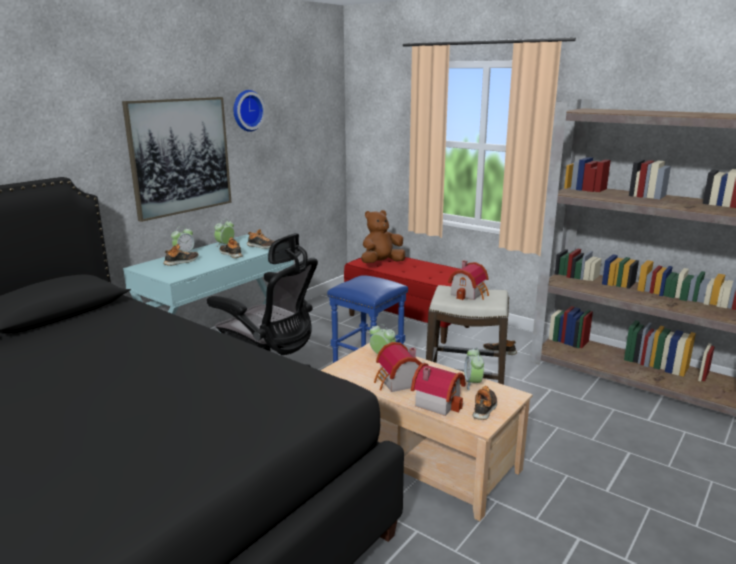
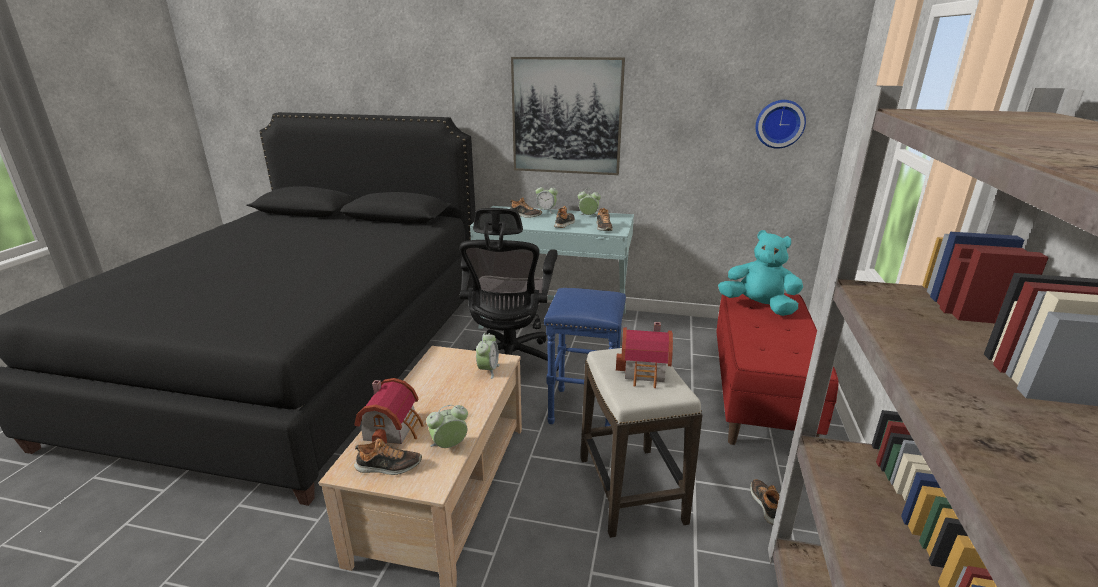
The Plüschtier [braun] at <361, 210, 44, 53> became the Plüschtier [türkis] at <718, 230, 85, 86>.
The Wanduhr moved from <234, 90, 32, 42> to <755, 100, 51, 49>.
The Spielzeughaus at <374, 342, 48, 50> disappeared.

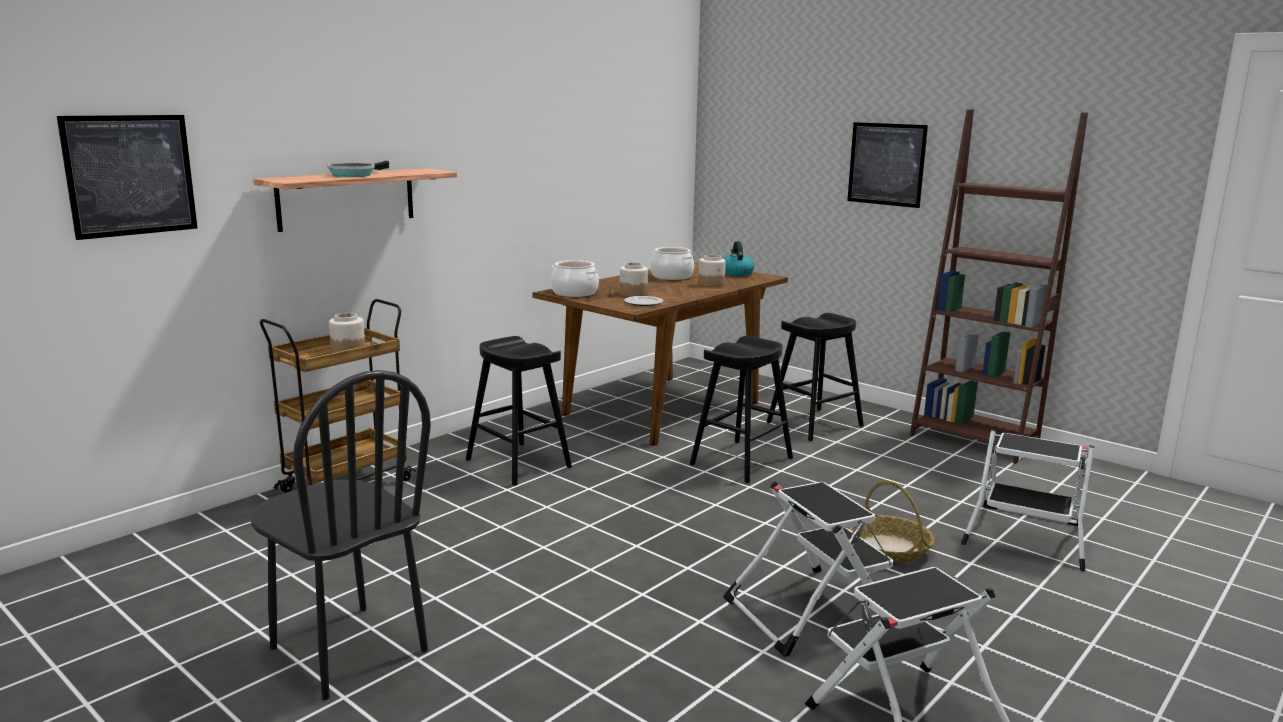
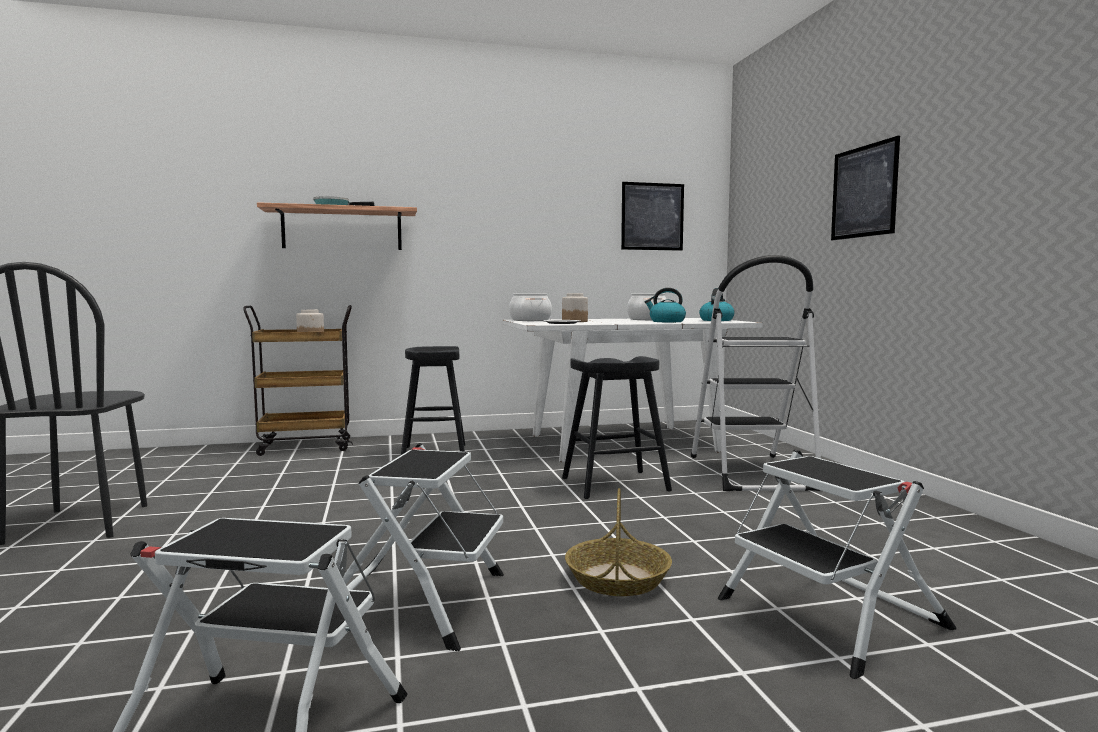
The Esstisch [braun] at <532, 262, 256, 184> became the Esstisch [weiß] at <502, 318, 261, 144>.
The Bild moved from <57, 115, 140, 125> to <621, 182, 63, 69>.
The Vorratsglas at <698, 255, 28, 32> was replaced by the Wasserkessel at <645, 288, 41, 34>.
The Hocker [schwarz] at <767, 313, 97, 128> was replaced by the Trittleiter at <691, 255, 130, 236>.
The Bücherregal [braun] at <909, 109, 179, 355> disappeared.

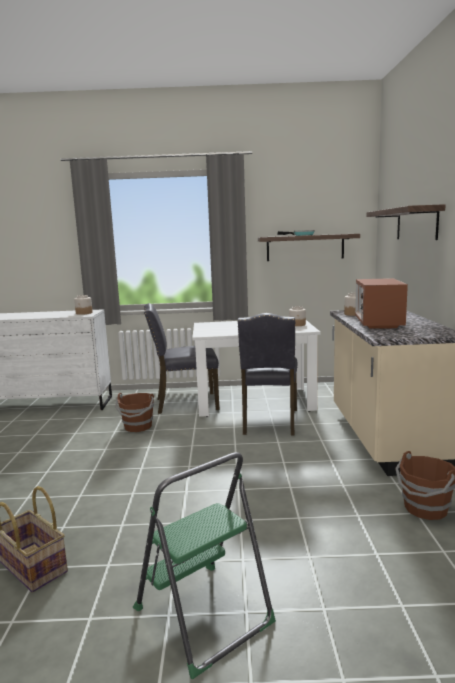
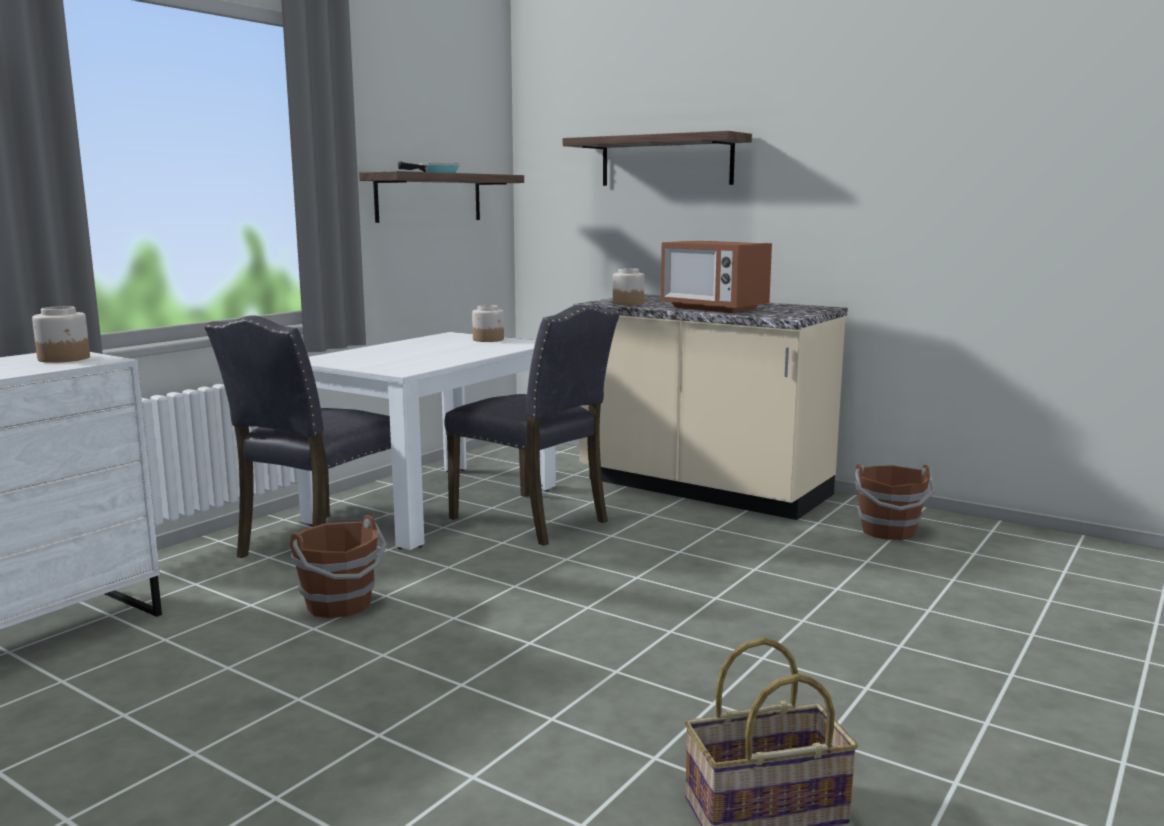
The Trittleiter [grün] at <133, 452, 143, 227> disappeared.

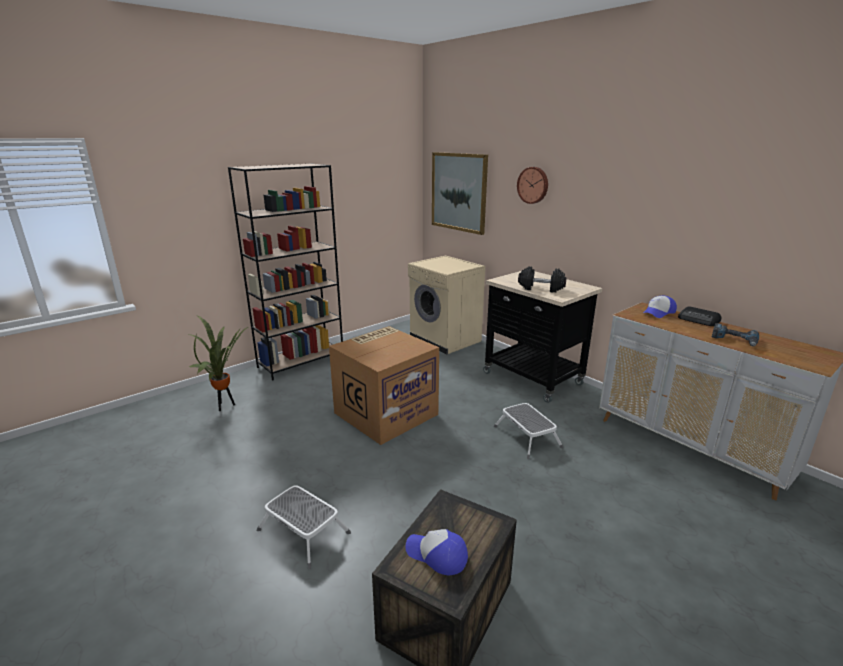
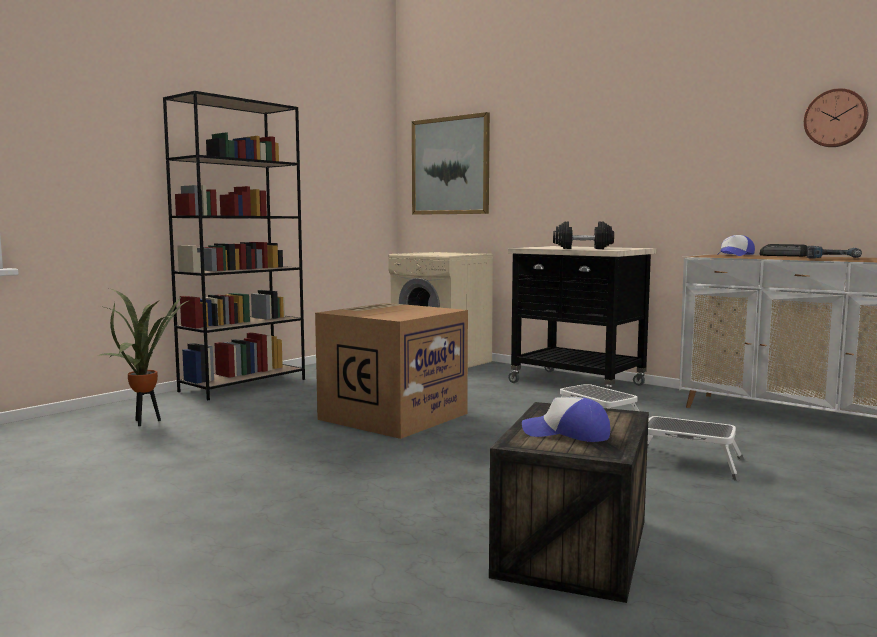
The Trittleiter [grau] moved from <257, 485, 94, 84> to <647, 416, 97, 65>.
The Wanduhr moved from <517, 167, 31, 37> to <804, 88, 64, 59>.

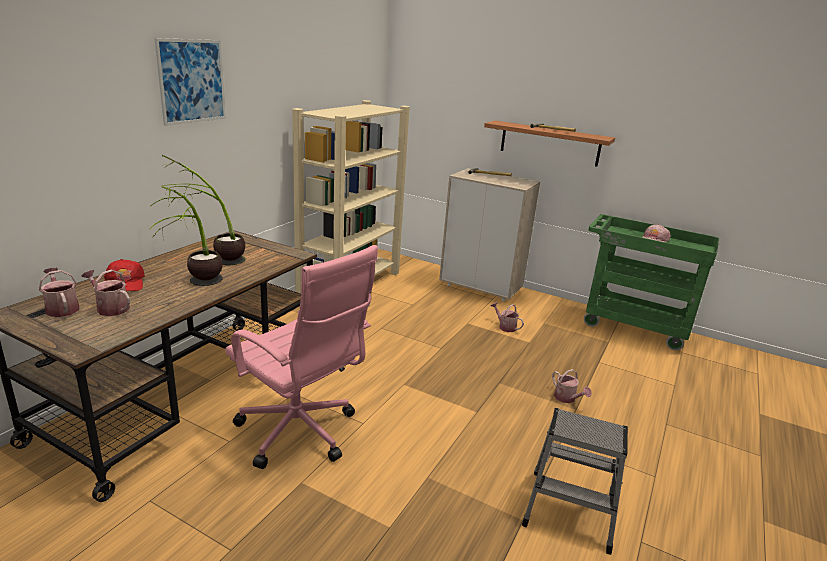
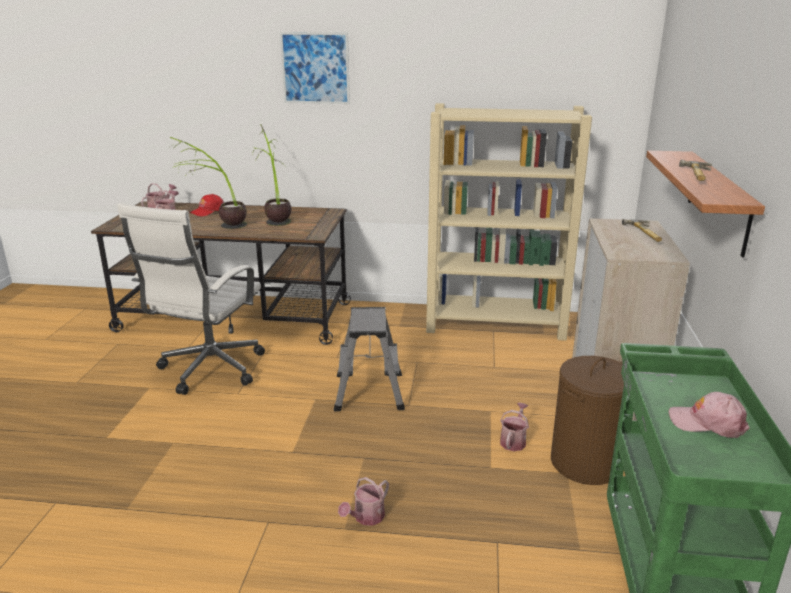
The Bürostuhl [rosa] at <225, 245, 153, 224> became the Bürostuhl [weiß] at <117, 203, 148, 192>.
The Trittleiter [grau] moved from <522, 408, 106, 147> to <334, 307, 71, 104>.
The Wäschekorb [braun] at <551, 356, 73, 129> appeared.

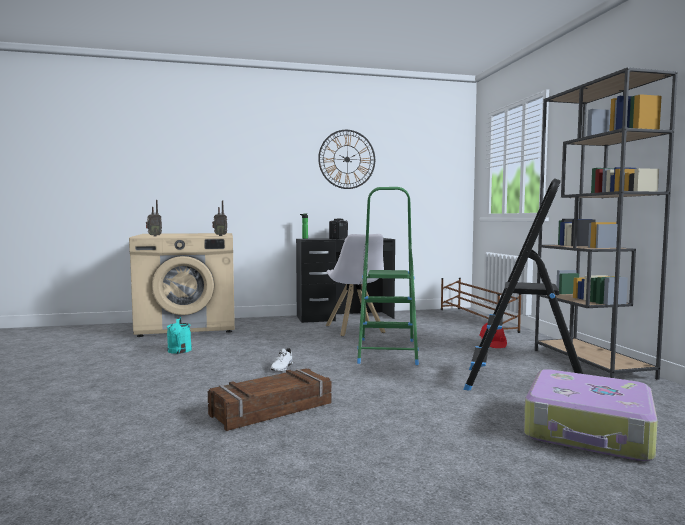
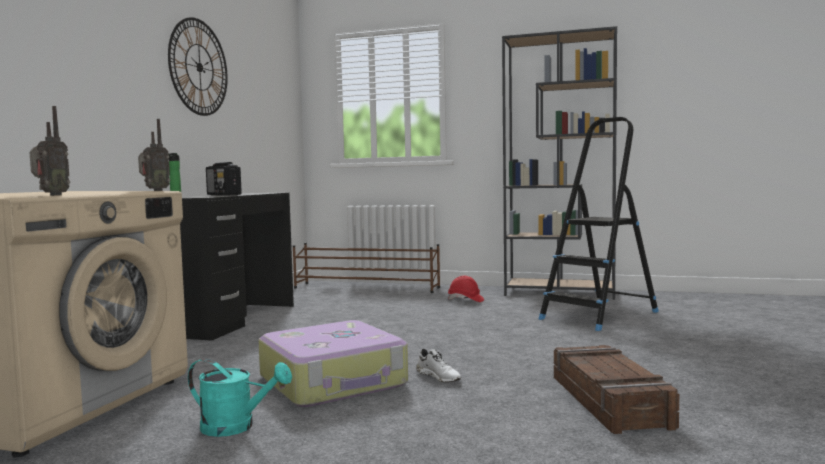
The Koffer moved from <524, 369, 134, 92> to <258, 320, 150, 87>.
The Stuhl [weiß] at <326, 234, 59, 102> disappeared.
The Trittleiter [grün] at <357, 187, 62, 178> disappeared.

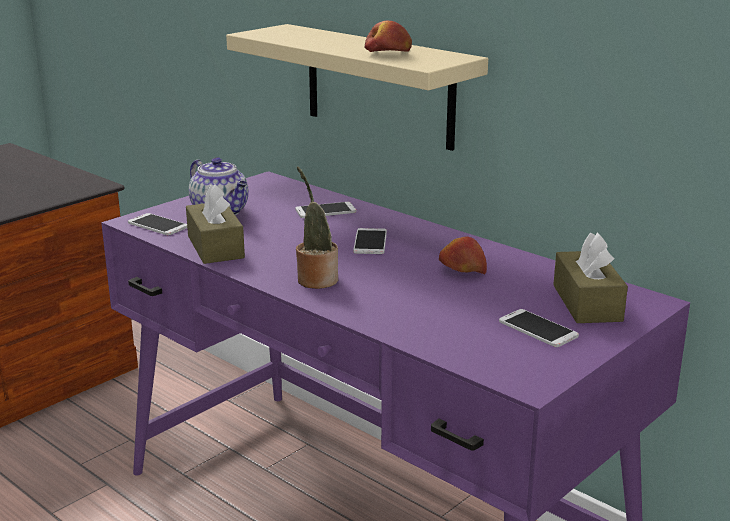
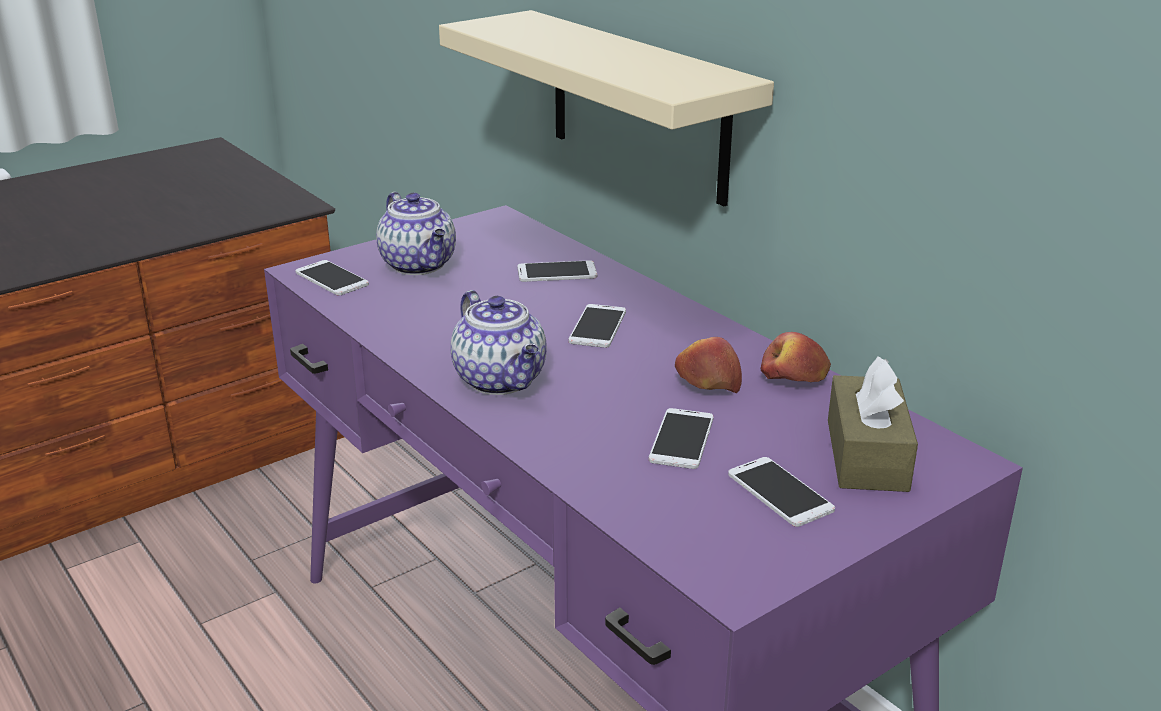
The Topfpflanze at <296, 167, 42, 122> was replaced by the Teekanne at <450, 290, 97, 105>.
The Handy at <649, 408, 65, 61> appeared.
The Apfel moved from <365, 21, 47, 31> to <761, 332, 70, 50>.
The Taschentuchbox [braun] at <186, 184, 59, 80> disappeared.

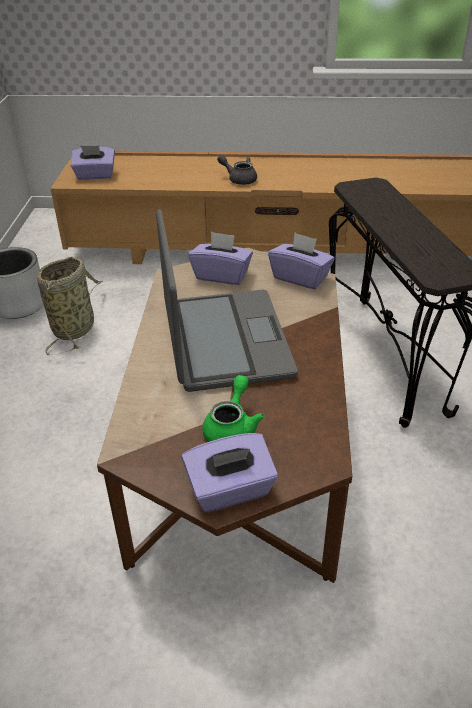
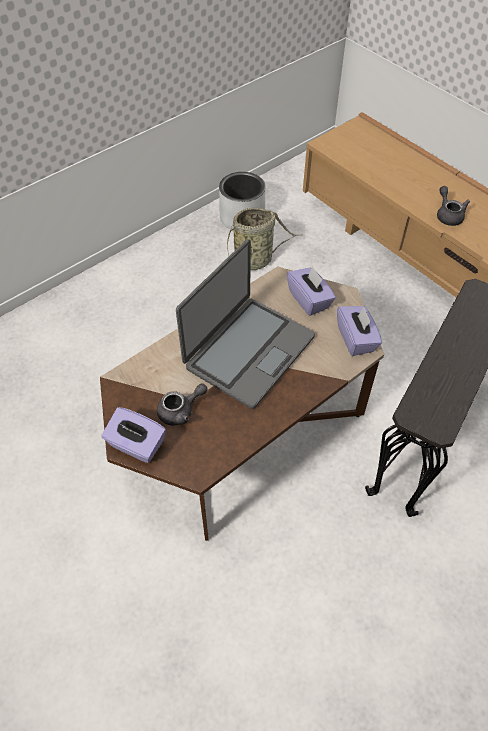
The Teekanne [grün] at <202, 375, 62, 67> became the Teekanne [grau] at <157, 384, 50, 42>.
The Taschentuchbox [lila] at <71, 146, 44, 34> disappeared.

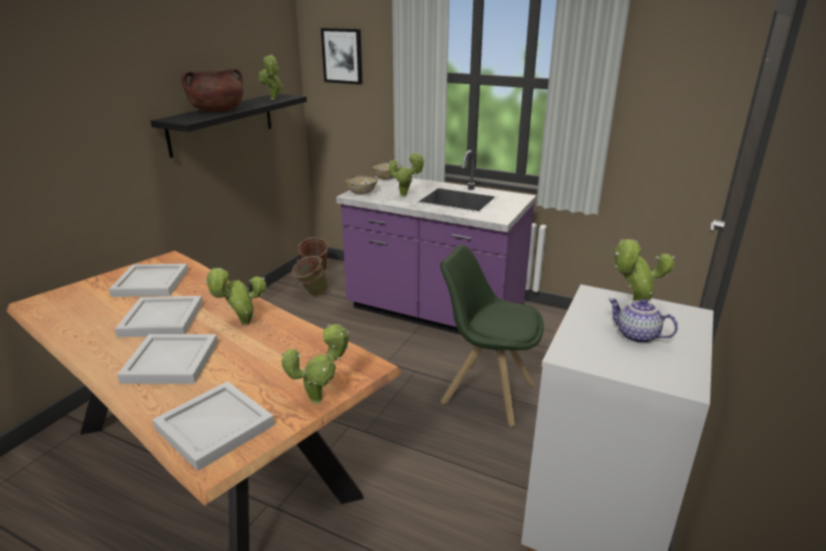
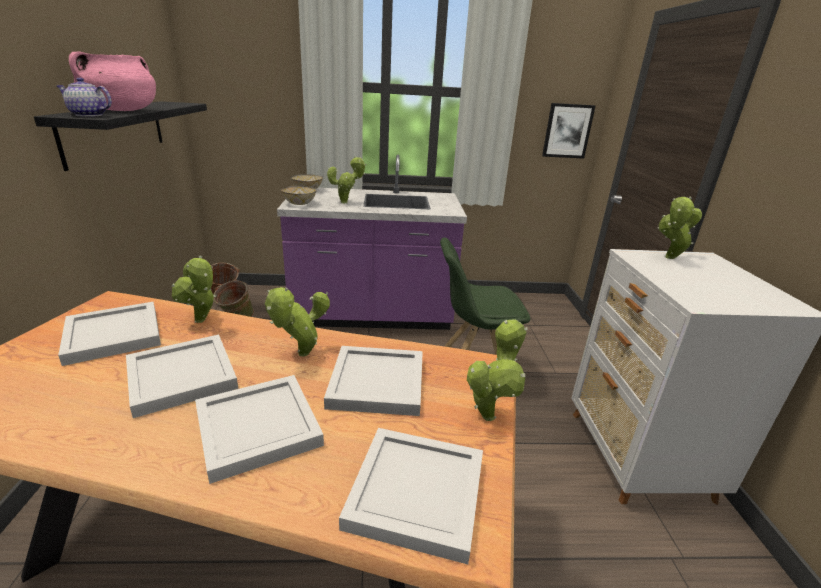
The Teekanne moved from <608, 298, 70, 45> to <57, 78, 55, 38>.
The Kochtopf [braun] at <181, 68, 63, 44> became the Kochtopf [rosa] at <69, 51, 87, 60>.
The Topfpflanze moved from <259, 54, 24, 46> to <171, 256, 45, 67>.
The Tablett [weiß] at <324, 346, 99, 70> appeared.
The Bild moved from <321, 28, 42, 57> to <542, 103, 53, 56>.

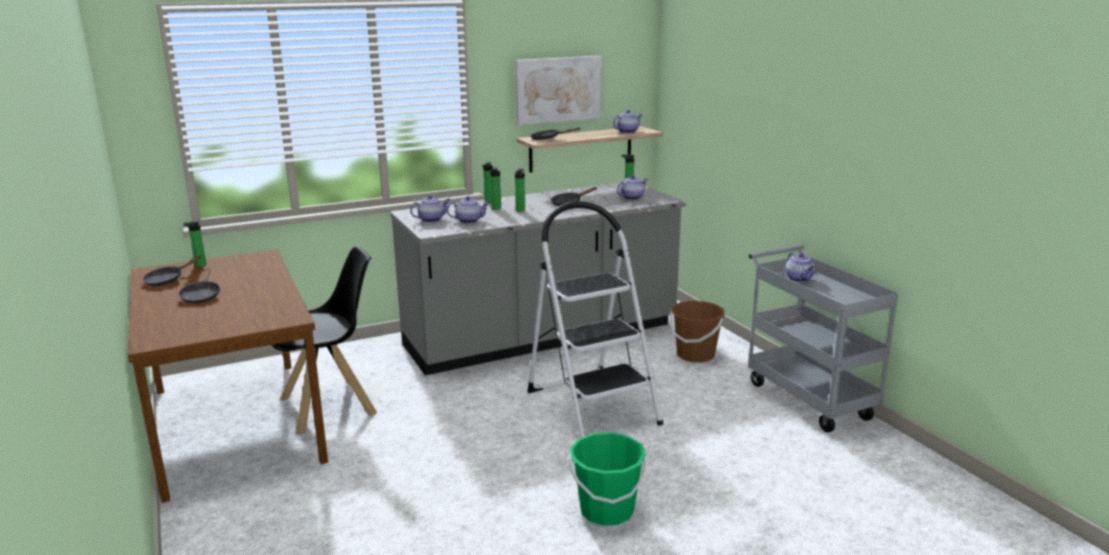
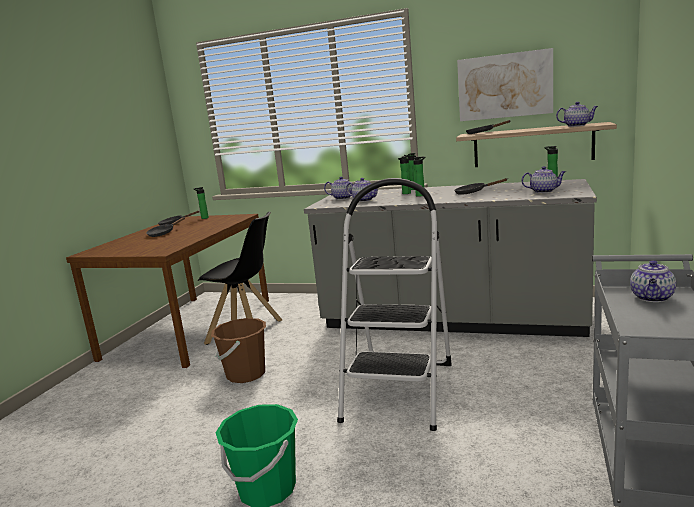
The Eimer [braun] moved from <670, 301, 55, 61> to <211, 318, 55, 65>.

